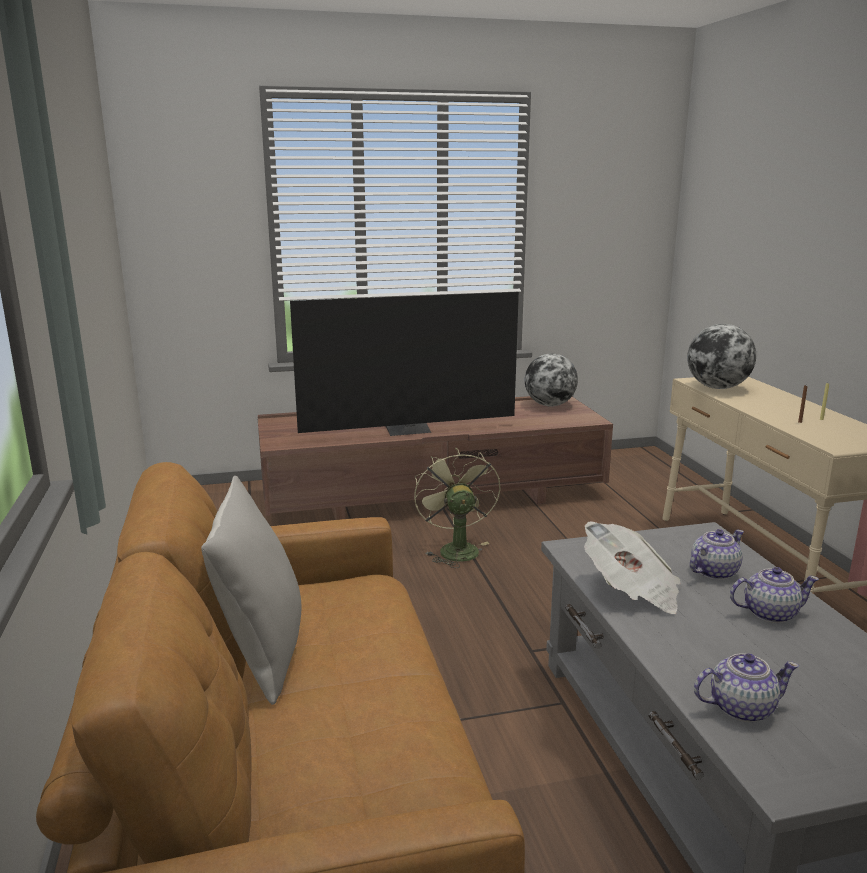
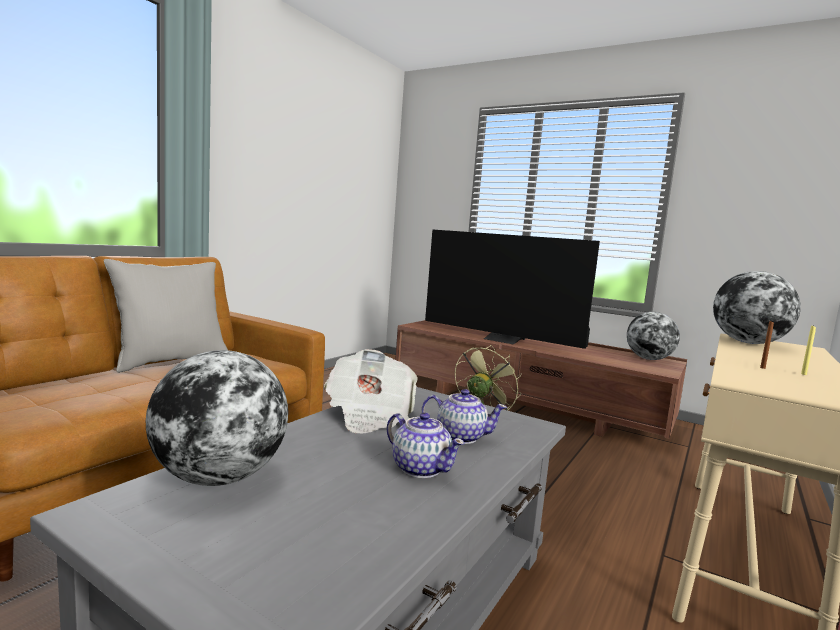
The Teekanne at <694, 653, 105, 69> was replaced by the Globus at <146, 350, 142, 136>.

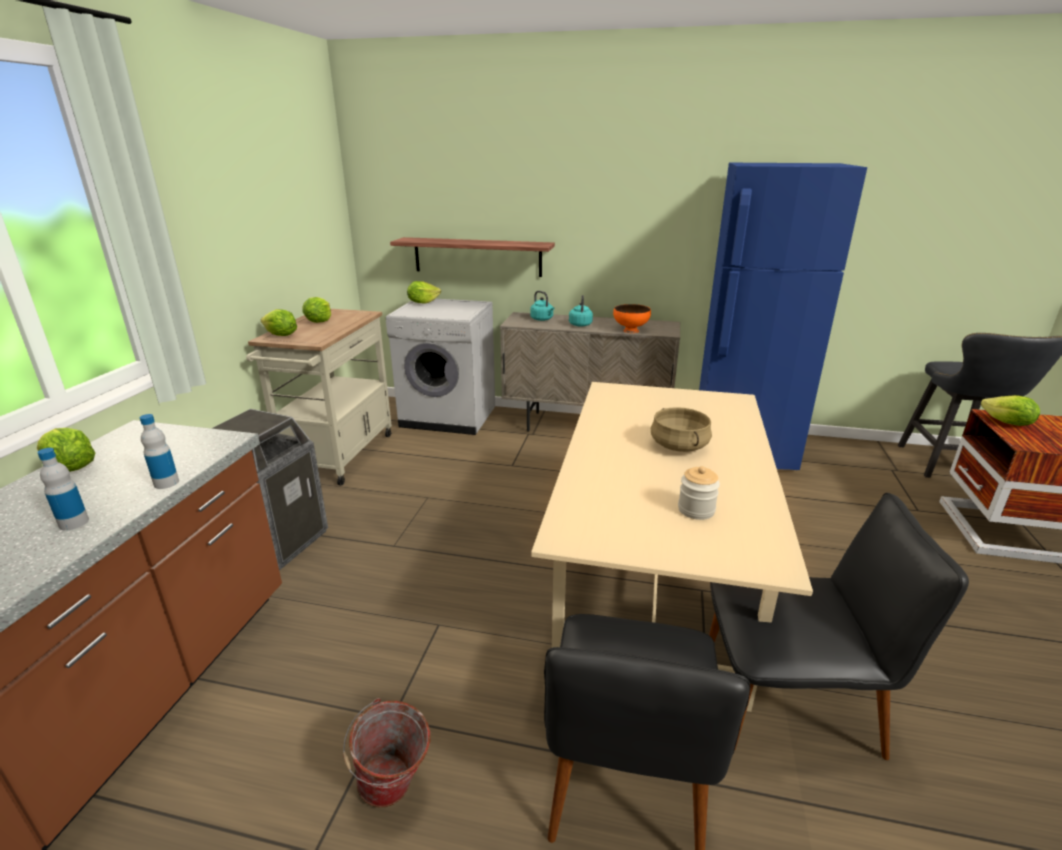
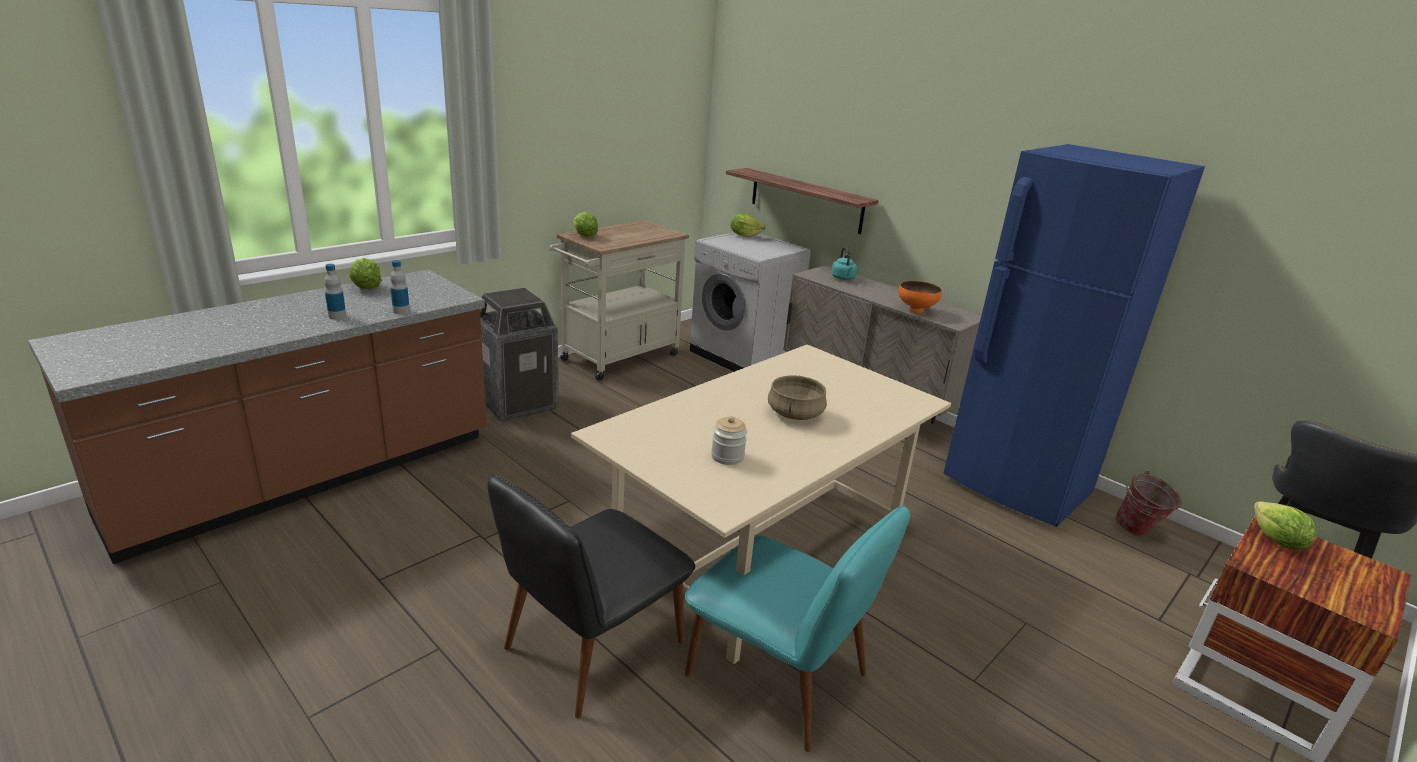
The Stuhl [schwarz] at <709, 493, 260, 267> became the Stuhl [türkis] at <685, 505, 225, 247>.
The Eimer moved from <343, 698, 87, 109> to <1115, 471, 67, 65>.
The Salatkopf at <303, 297, 28, 26> disappeared.
The Wasserkessel [türkis] at <569, 295, 24, 32> disappeared.

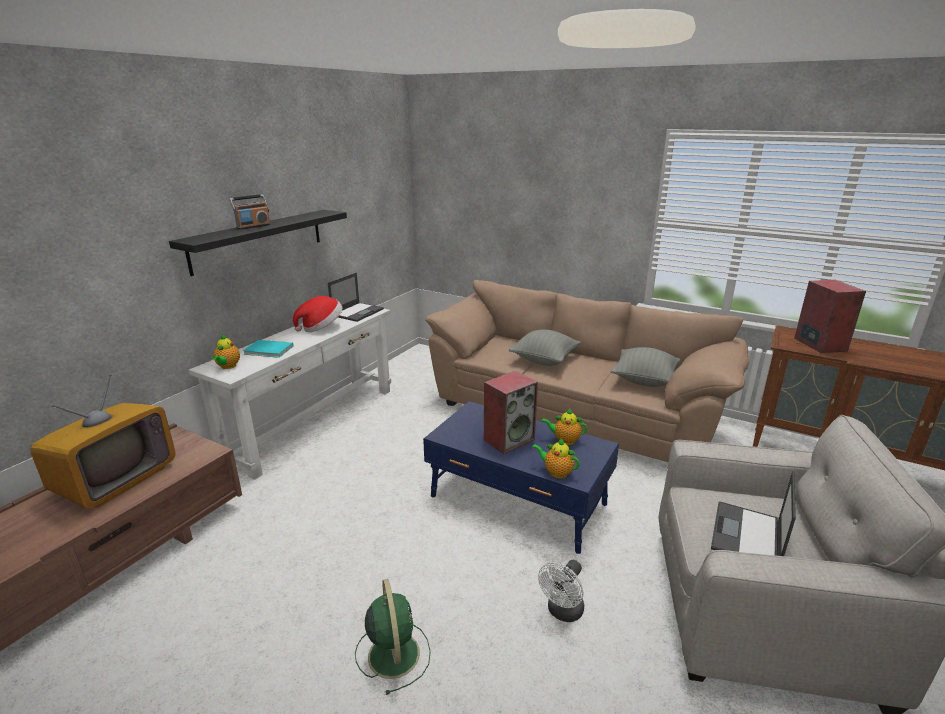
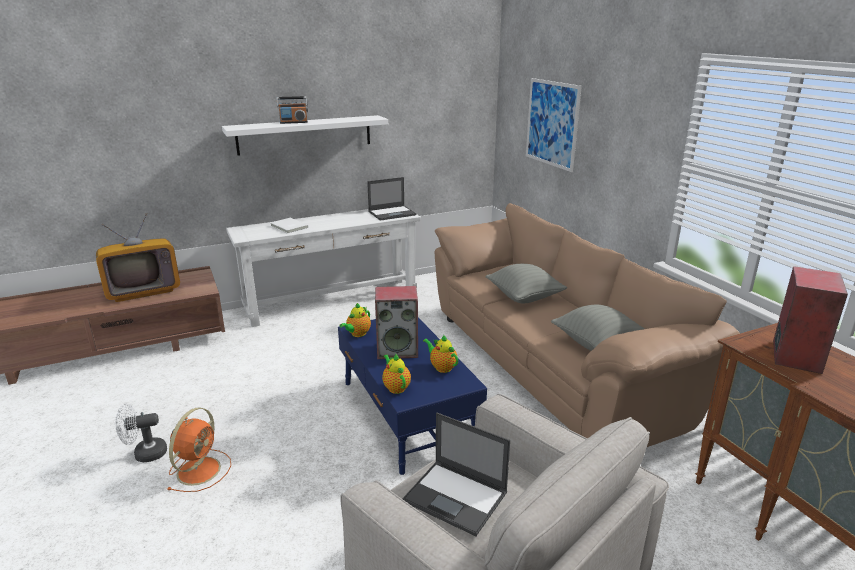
The Ventilator [weiß] moved from <538, 560, 46, 62> to <115, 403, 52, 59>.
The Ventilator [grün] at <355, 579, 76, 116> became the Ventilator [orange] at <168, 408, 63, 84>.
The Wandregal [schwarz] at <169, 210, 178, 66> became the Wandregal [weiß] at <222, 115, 166, 41>.
The Buch [türkis] at <243, 340, 50, 18> became the Buch [weiß] at <270, 218, 39, 16>.
The Teekanne moved from <212, 334, 28, 35> to <339, 303, 32, 34>.
The Laptop at <711, 471, 85, 85> turned 120 degrees counterclockwise.
The Bild at <526, 78, 56, 94> appeared.
The Hut at <293, 296, 50, 36> disappeared.

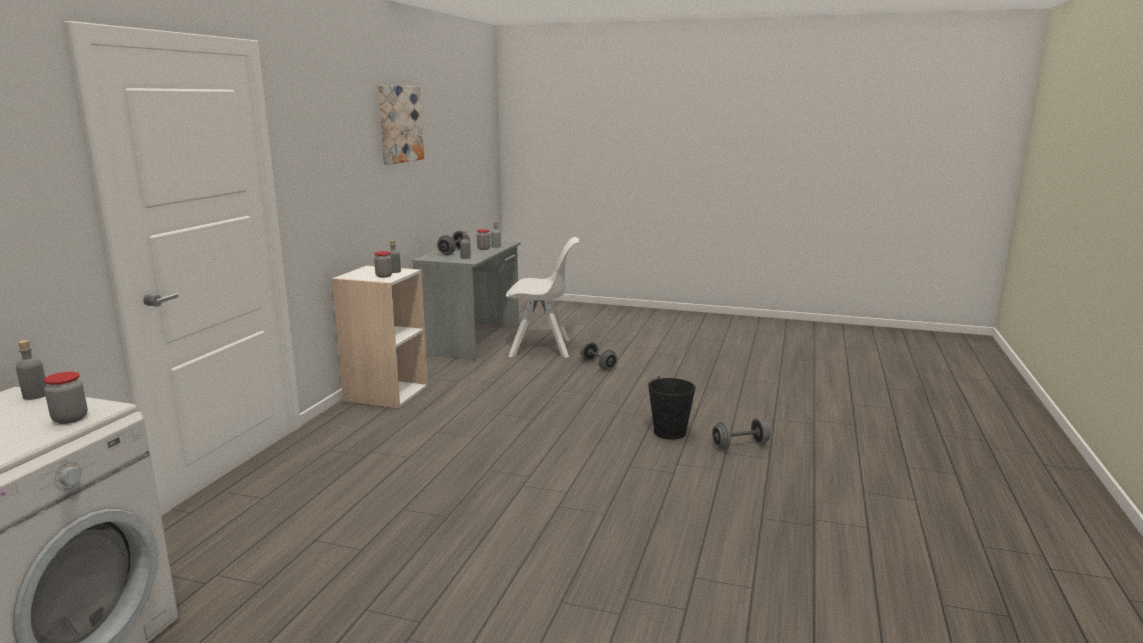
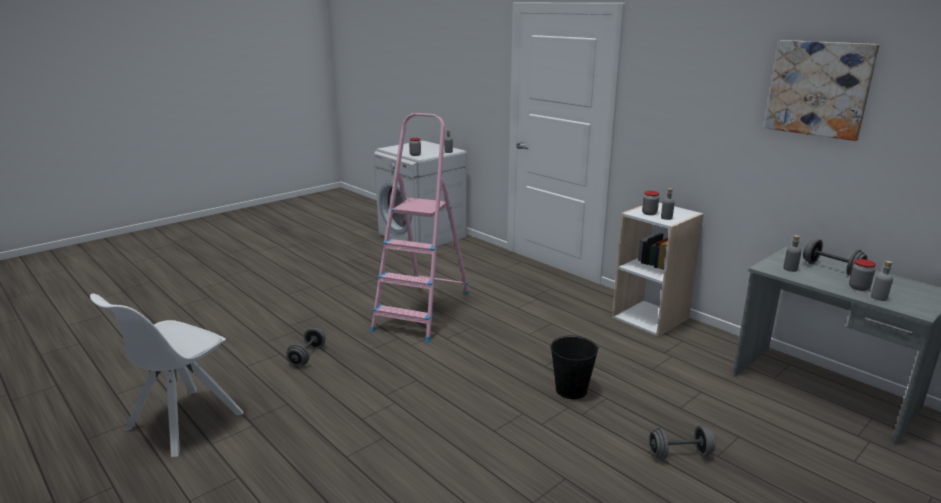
The Stuhl [weiß] moved from <506, 237, 73, 121> to <90, 294, 153, 163>.
The Hantel [grau] moved from <712, 418, 58, 32> to <286, 328, 39, 38>.
The Trittleiter [rosa] at <370, 113, 100, 229> appeared.
The Eimer [schwarz] moved from <648, 376, 48, 64> to <550, 335, 49, 64>.

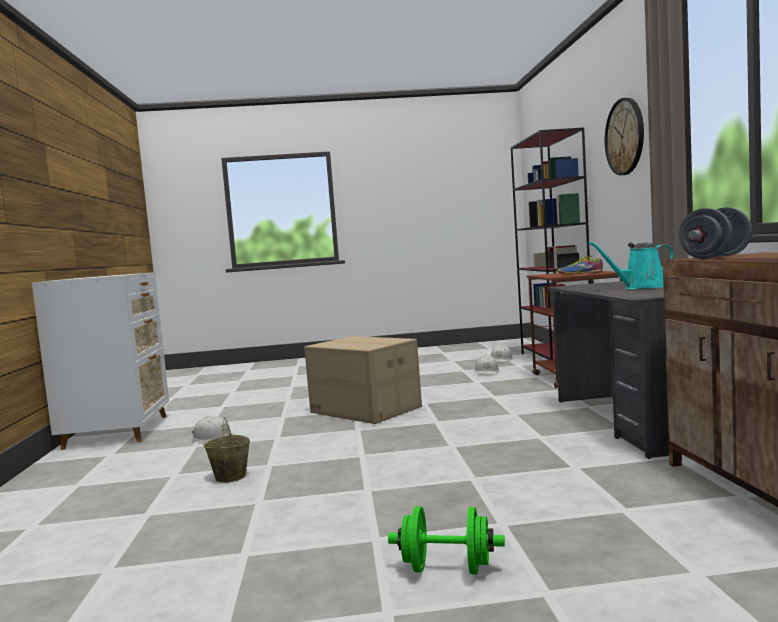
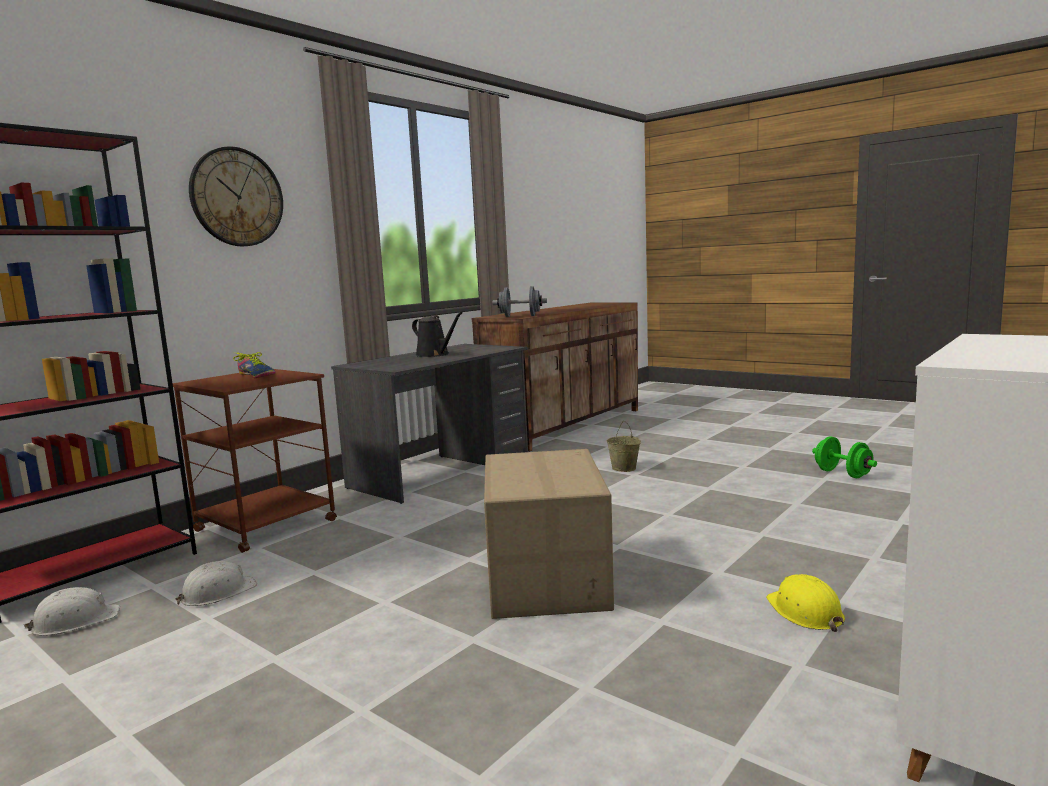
The Gießkanne [türkis] at <588, 241, 86, 48> became the Gießkanne [schwarz] at <412, 312, 50, 45>.
The Eimer [beige] moved from <203, 417, 47, 66> to <606, 422, 35, 50>.
The Schutzhelm [weiß] at <192, 416, 46, 26> became the Schutzhelm [gelb] at <766, 574, 79, 58>.
The Hantel [grün] moved from <388, 506, 117, 68> to <812, 437, 65, 41>.

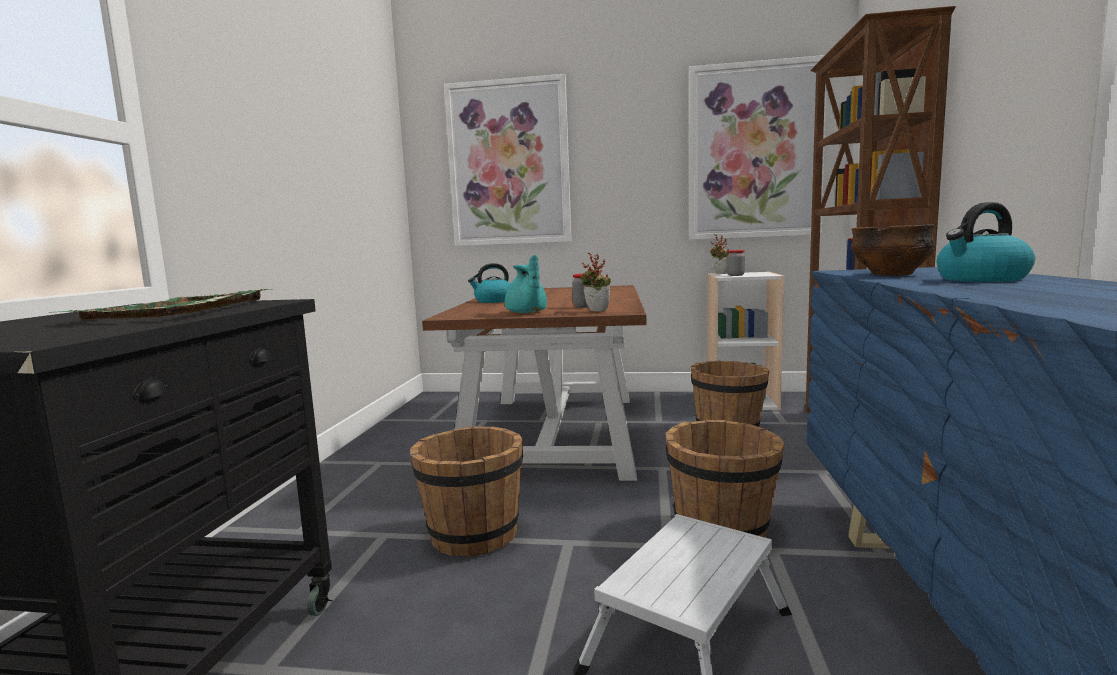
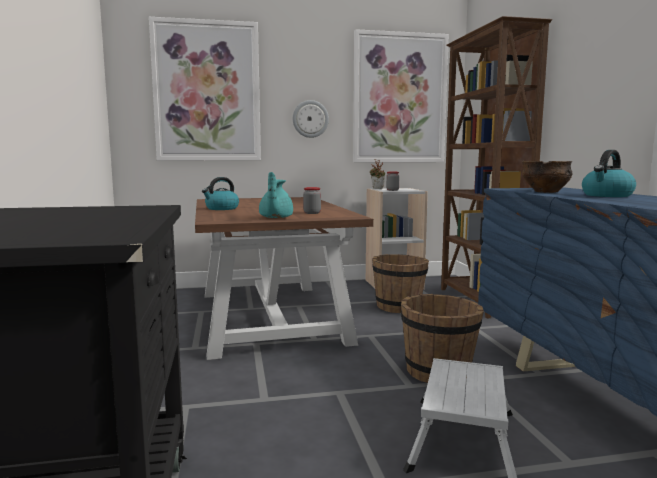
The Teekanne [türkis] at <505, 255, 42, 58> turned 45 degrees clockwise.
The Wanduhr at <293, 100, 36, 38> appeared.
The Tablett [grün] at <49, 289, 223, 31> disappeared.
The Eimer [braun] at <410, 426, 113, 131> disappeared.
The Topfpflanze at <580, 253, 31, 58> disappeared.

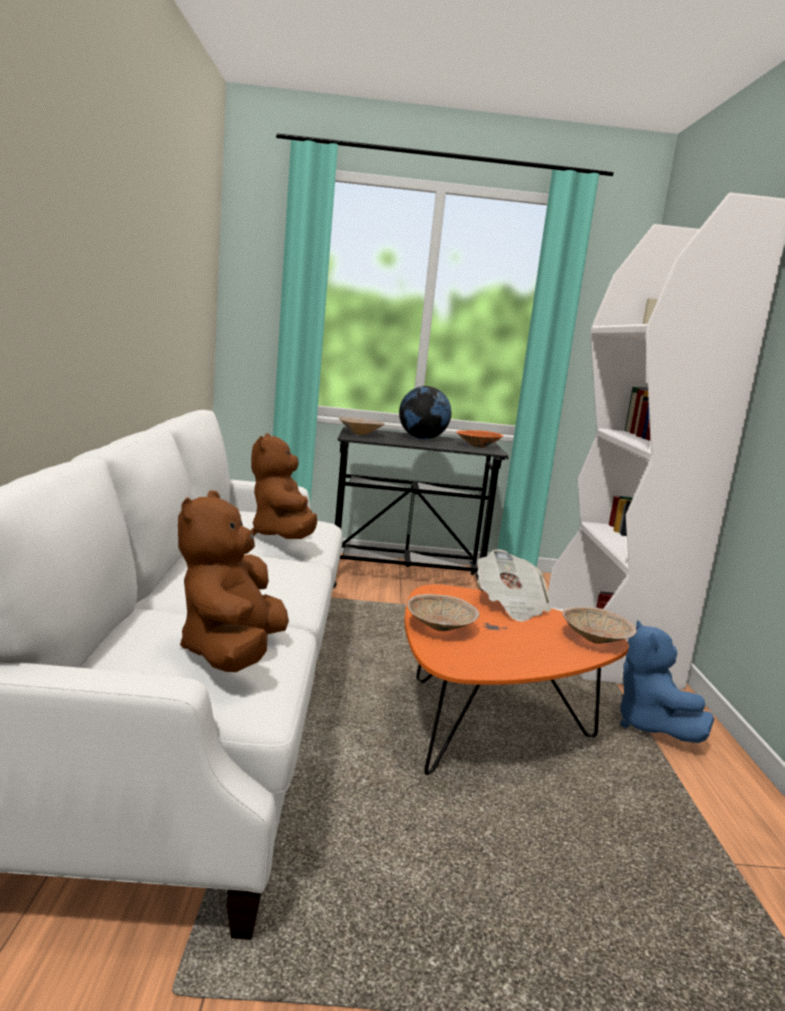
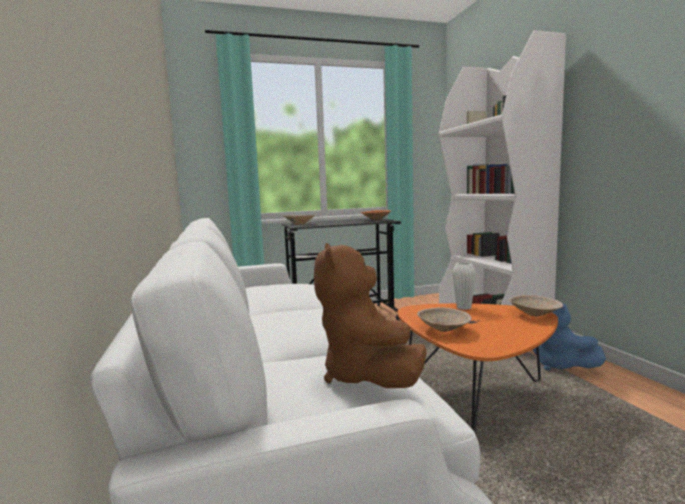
The Zeitung at <477, 549, 74, 73> was replaced by the Vase [weiß] at <453, 262, 23, 48>.
The Plüschtier [braun] at <251, 433, 66, 106> disappeared.
The Globus at <399, 386, 52, 53> disappeared.

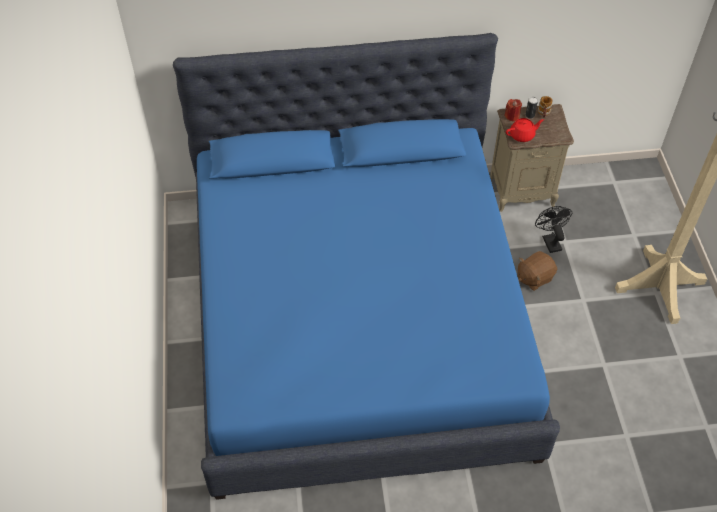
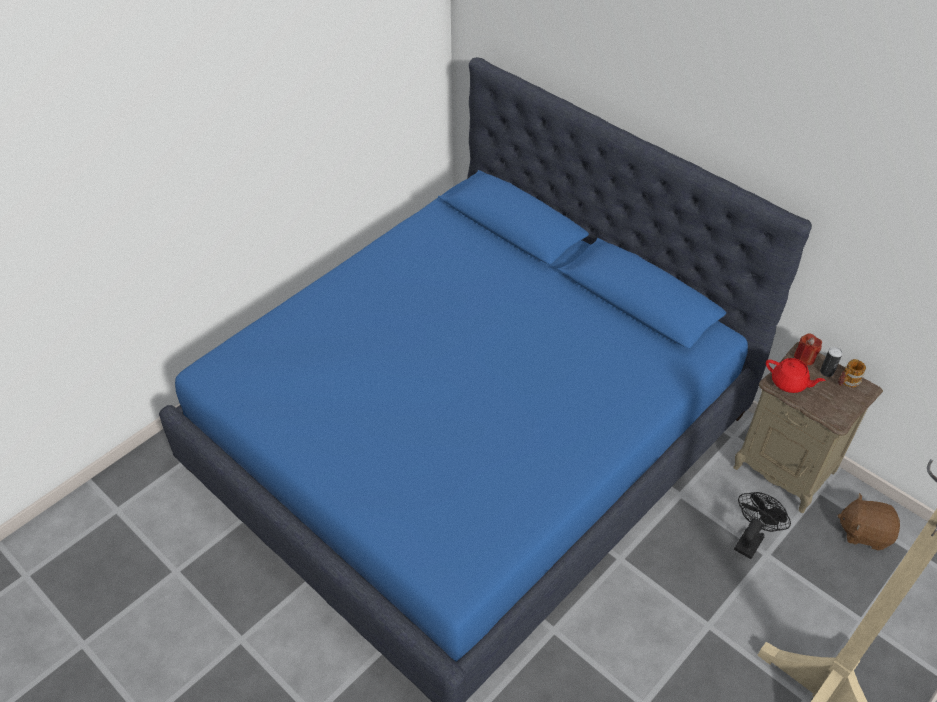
The Plüschtier [braun] moved from <518, 251, 39, 40> to <837, 493, 63, 57>.

